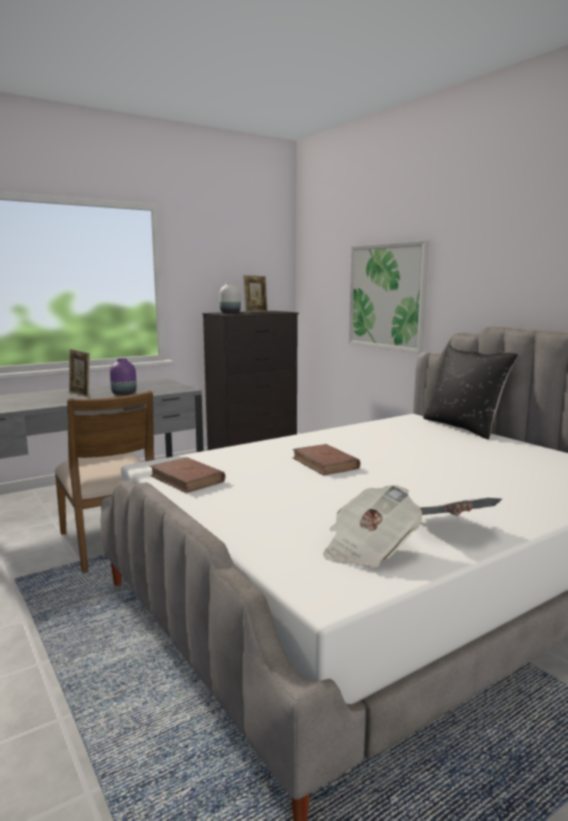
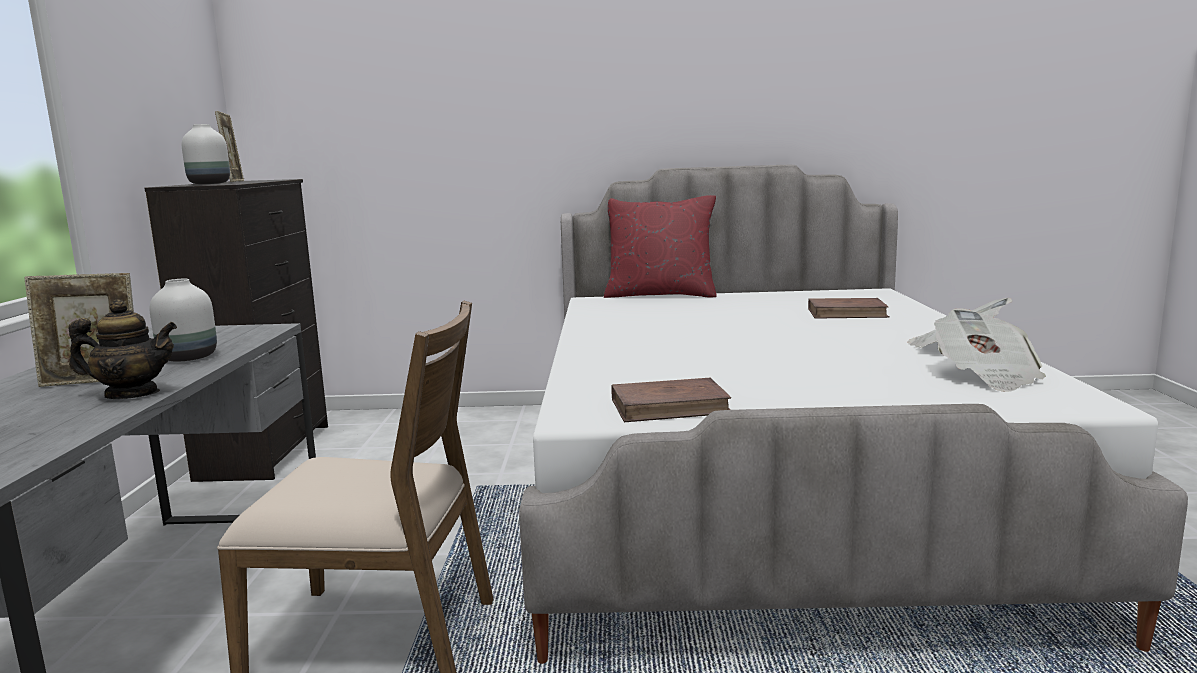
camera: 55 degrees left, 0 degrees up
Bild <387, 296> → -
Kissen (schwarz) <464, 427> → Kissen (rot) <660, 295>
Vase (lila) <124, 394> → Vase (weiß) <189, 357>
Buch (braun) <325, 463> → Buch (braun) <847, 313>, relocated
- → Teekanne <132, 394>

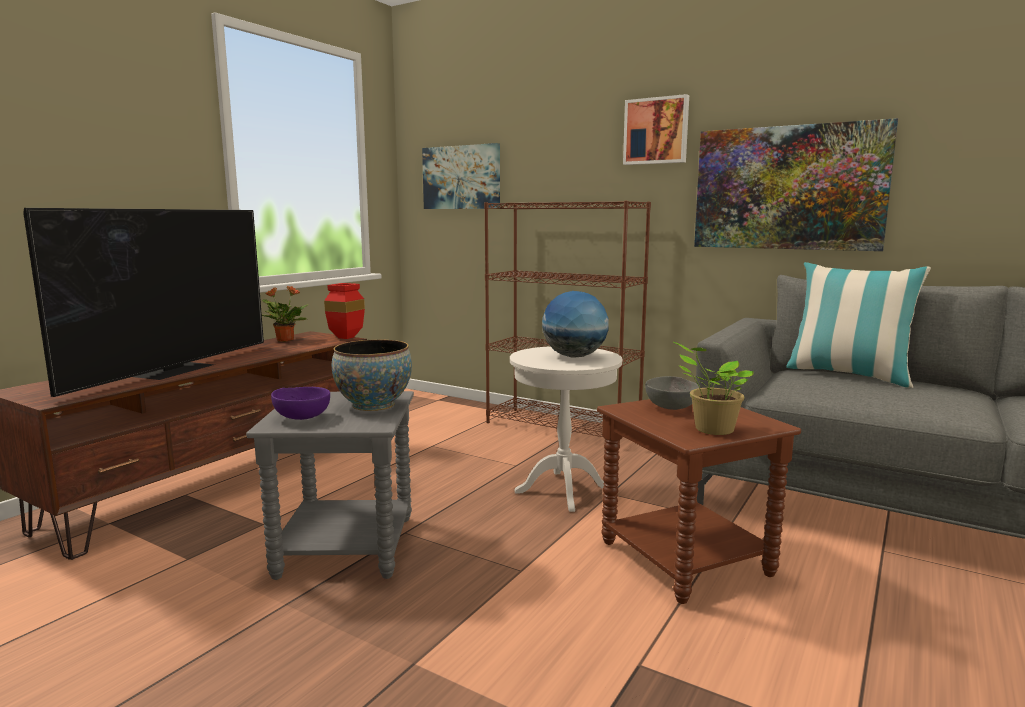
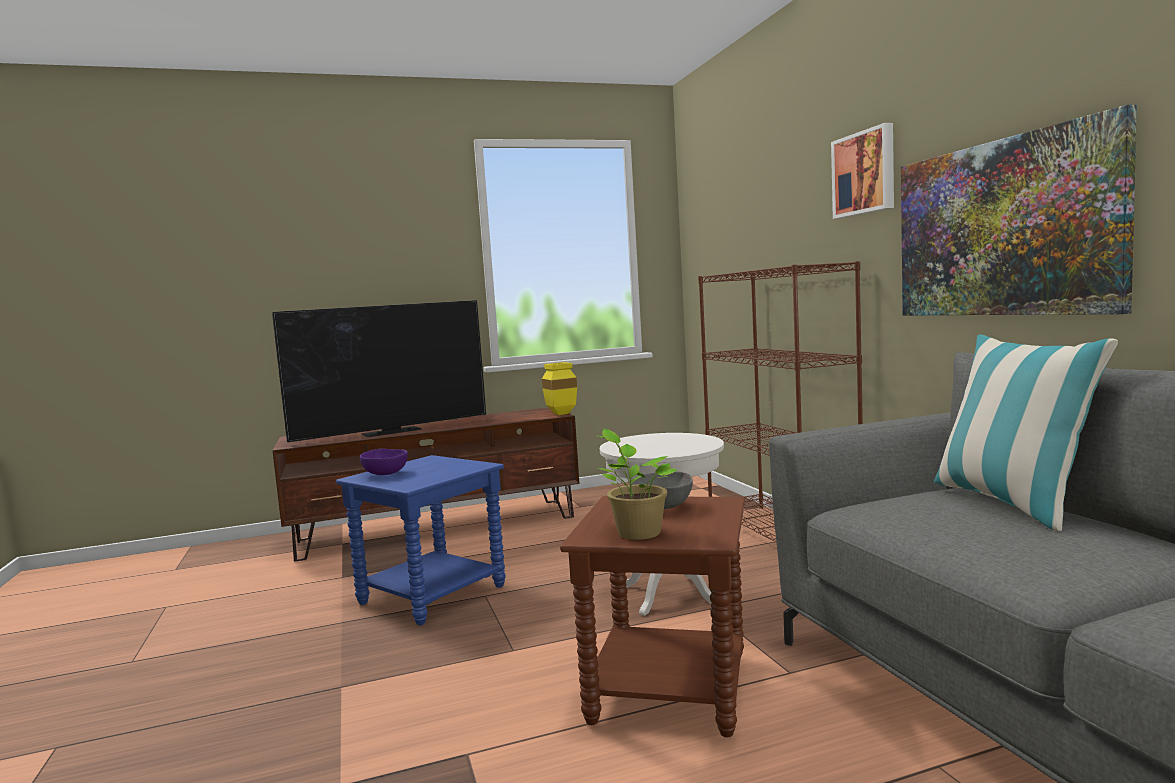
camera: 40 degrees right, 5 degrees down
Bild <461, 177> → -
Vase (rot) <346, 338> → Vase (gelb) <560, 414>
Topfpflanze <284, 340> → -
Globus <574, 356> → -
Schüssel <374, 405> → -
Beistelltisch (grau) <345, 547> → Beistelltisch (blau) <432, 594>

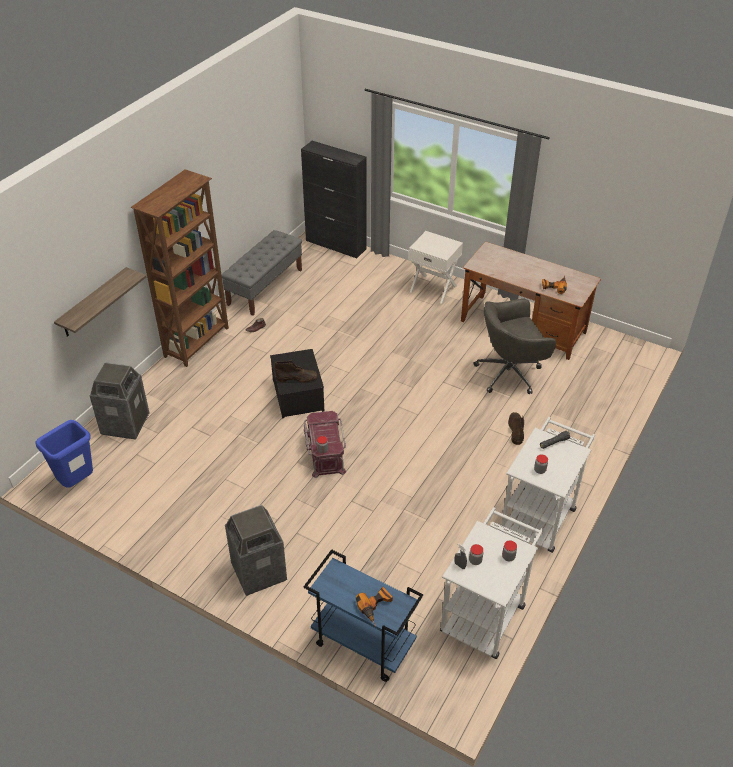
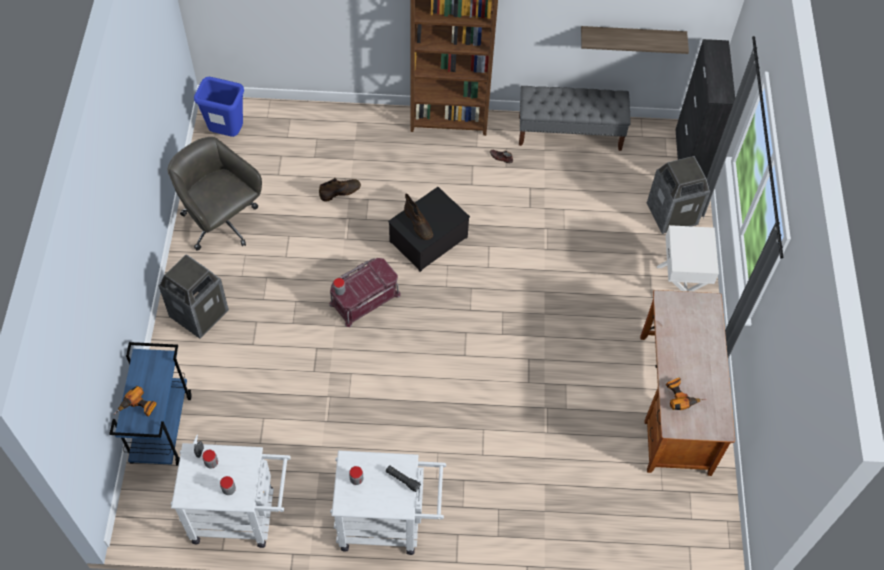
camera: 60 degrees right, 15 degrees up
Wandregal <93, 303> → Wandregal <632, 37>, relocated
Bürostuhl (grau) <510, 373> → Bürostuhl (grau) <222, 223>, relocated
Mülleimer <125, 424> → Mülleimer <672, 214>, relocated
Stiefel (braun) <515, 430> → Stiefel (braun) <340, 192>, relocated

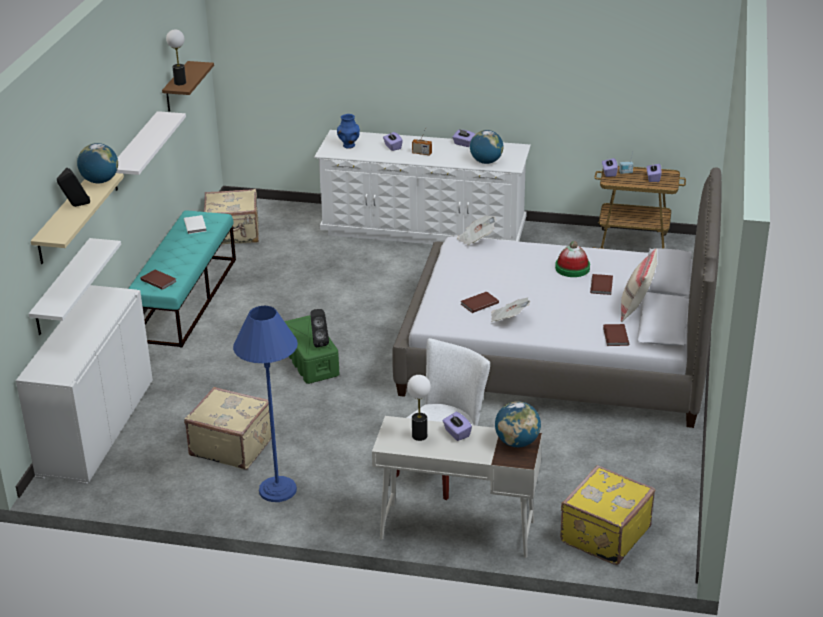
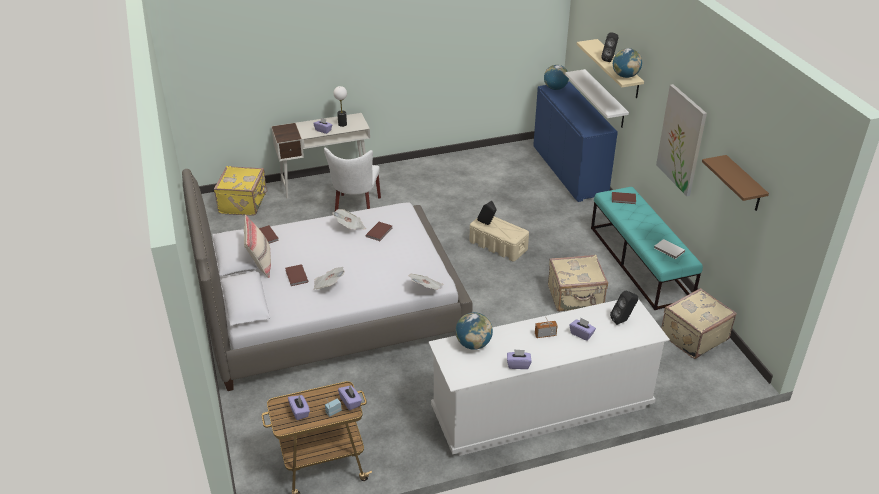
camera: 150 degrees right, 5 degrees up
Tischlampe <180, 83> → -
Wandregal (weiß) <135, 152> → Bild <681, 140>
Vase (blau) <349, 146> → Lautsprecher (schwarz) <623, 320>
Hut <572, 268> → Zeitung <328, 285>
Schrank (weiß) <96, 428> → Schrank (blau) <569, 171>
Stehlampe (blau) <277, 490> → -
Aufbewahrungsbox (grün) <310, 361> → Aufbewahrungsbox (beige) <498, 246>
Koffer (beige) <232, 446> → Koffer (beige) <575, 297>, relocated
Globus <517, 442> → Globus <555, 88>, relocated

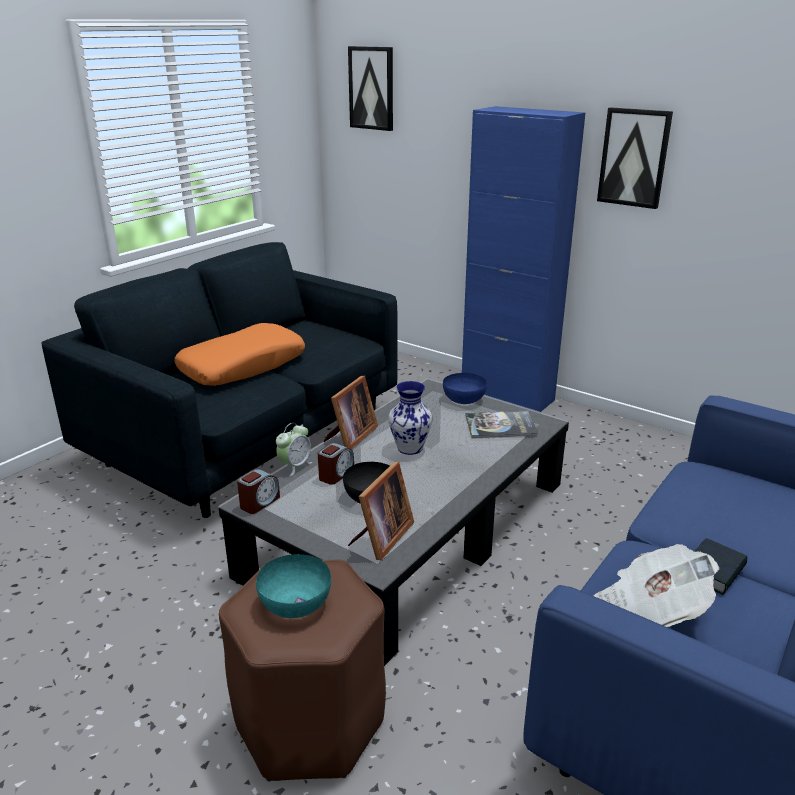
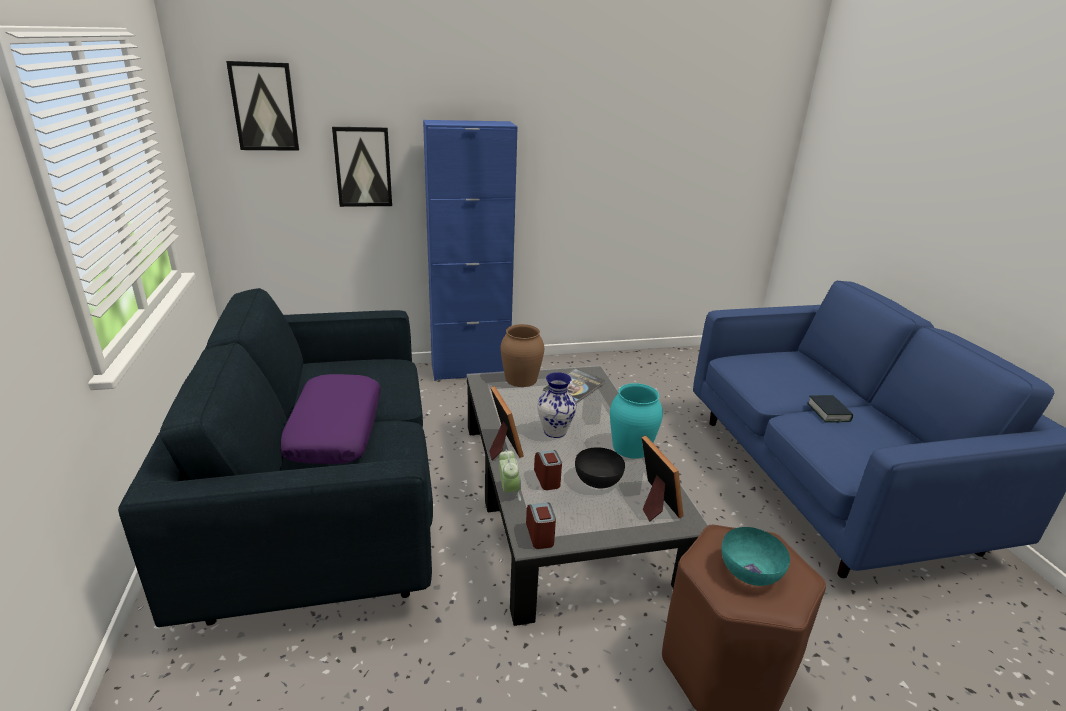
camera: 50 degrees left, 0 degrees up
Bild <634, 158> → Bild <363, 167>, relocated
Kissen (orange) <242, 366> → Kissen (lila) <334, 430>
Schüssel (blau) <463, 399> → Vase (braun) <521, 379>
Zeitung <648, 611> → -
- → Vase (türkis) <630, 447>

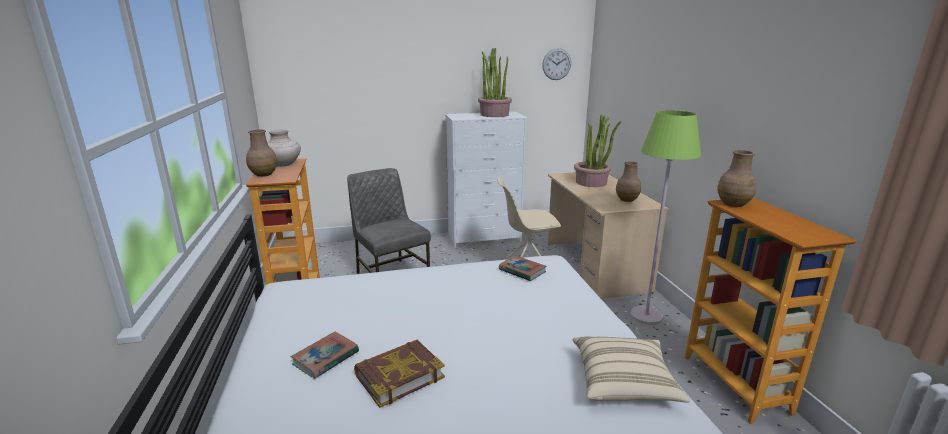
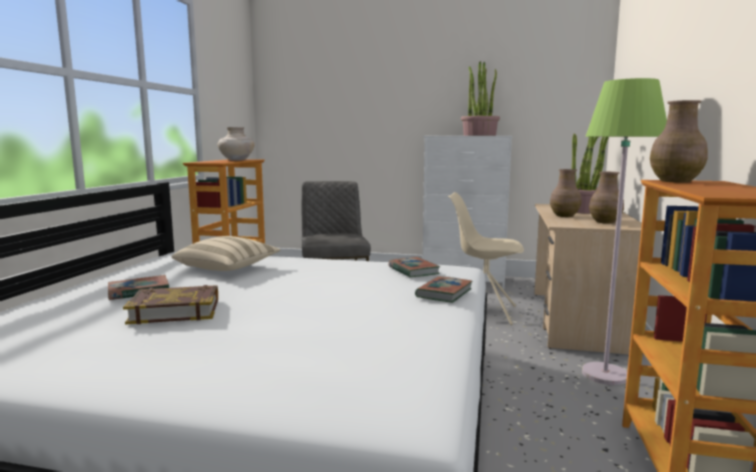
camera: 25 degrees right, 10 degrees down
Wanduhr <556, 64> → -
Vase (braun) <263, 174> → Vase (braun) <564, 216>, relocated
Kissen (beige) <623, 383> → Kissen (beige) <228, 268>, relocated
- → Buch <444, 293>

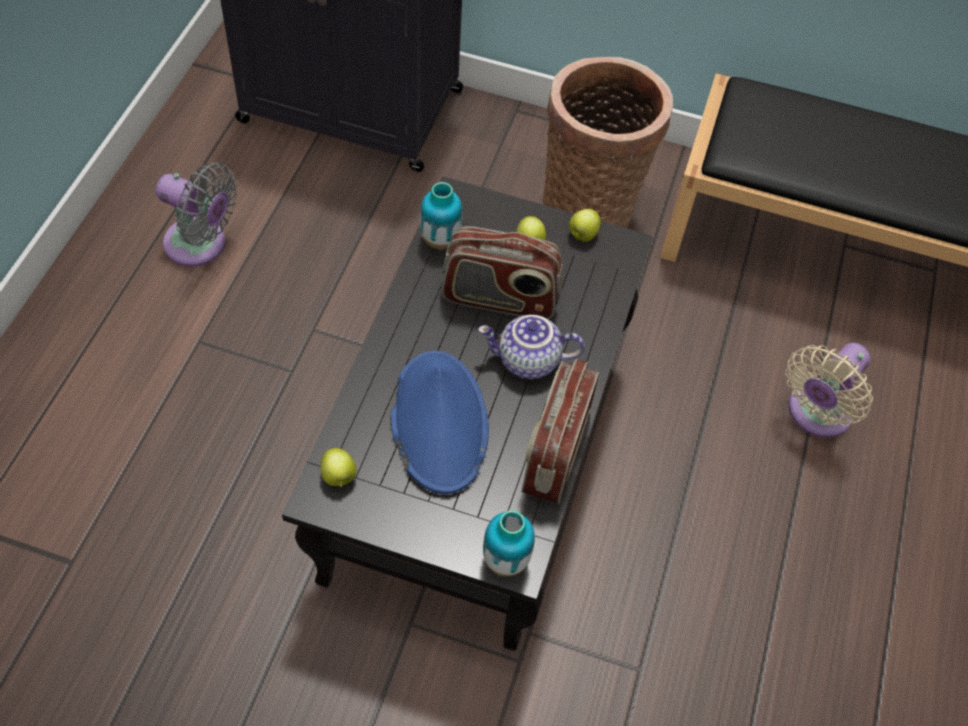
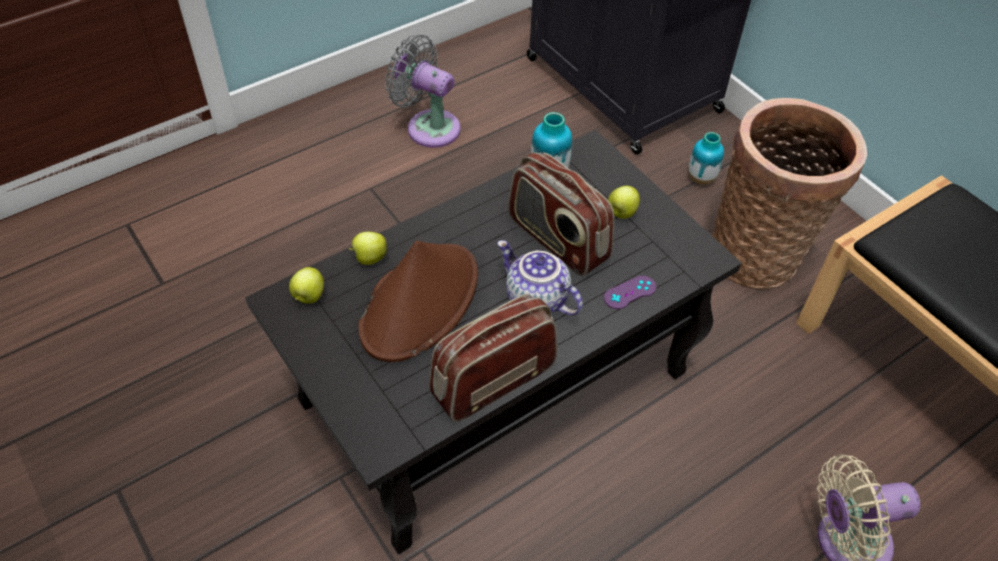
camera: 40 degrees right, 5 degrees down
Ventilator (grau) <201, 245> → Ventilator (grau) <428, 126>, 150 degrees clockwise
Apfel <582, 235> → Apfel <369, 258>, relocated
Hut (blau) <438, 422> → Hut (braun) <420, 302>
Vase <505, 560> → Vase <701, 178>, relocated
- → Gamepad (lila) <630, 292>

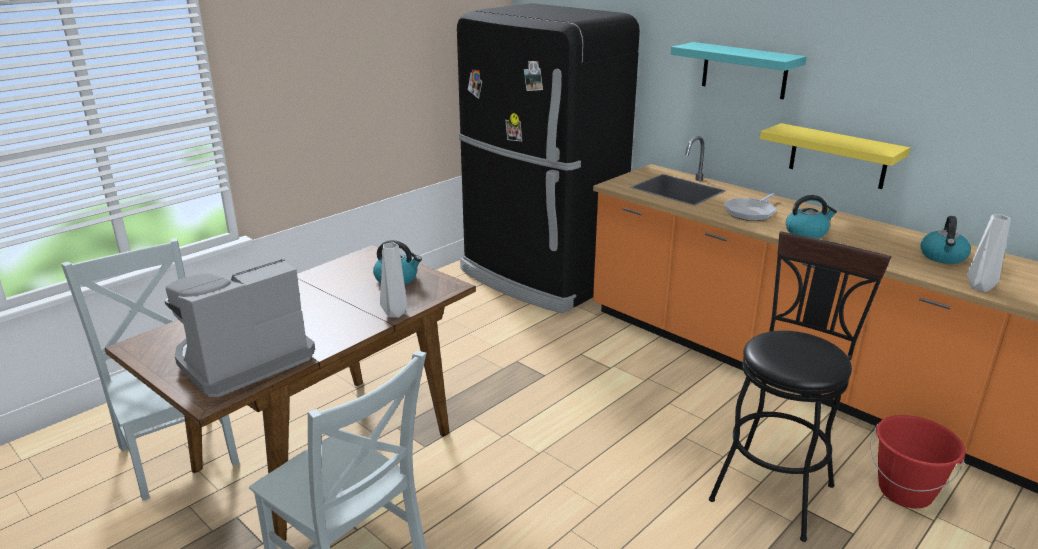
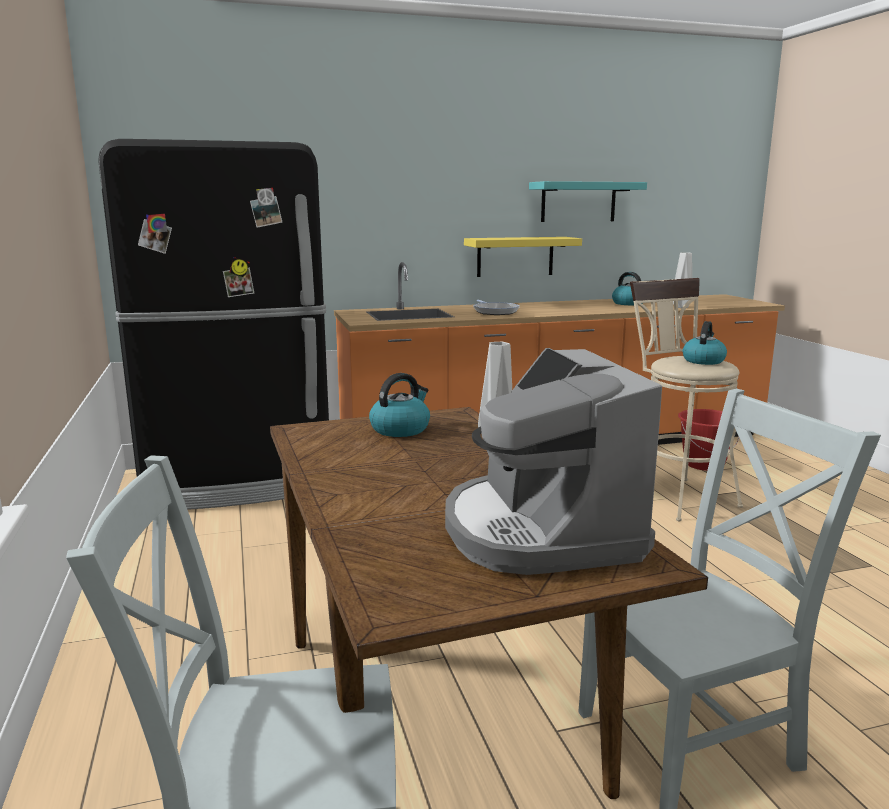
camera: 60 degrees left, 10 degrees down
Wandregal (türkis) <744, 70> → Wandregal (türkis) <578, 202>, relocated
Wasserkessel <806, 232> → Wasserkessel <703, 361>, relocated
Hocker (schwarz) <775, 486> → Hocker (beige) <675, 495>

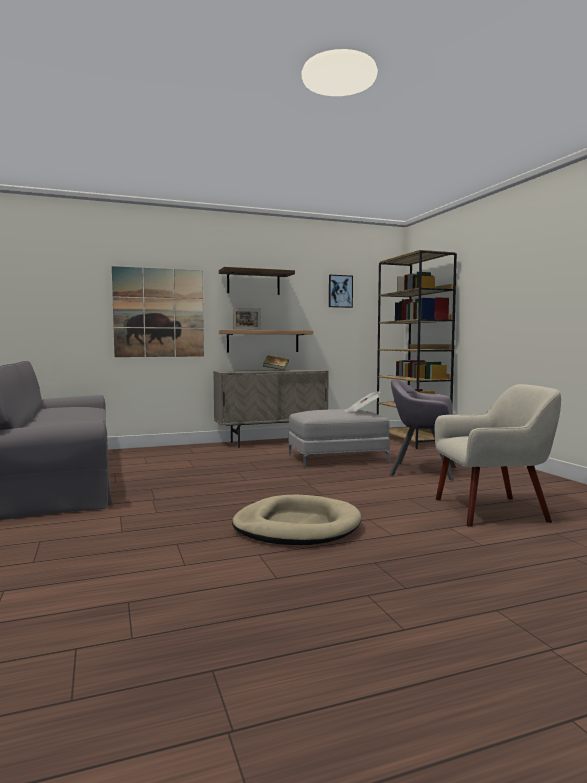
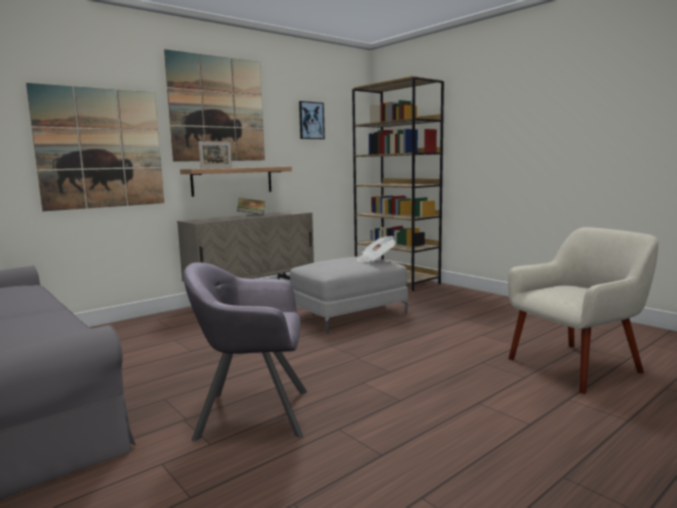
camera: 20 degrees left, 5 degrees up
Wandregal <253, 282> → Bild <217, 109>
Sessel (grau) <422, 471> → Sessel (grau) <253, 413>, relocated
Hundebett (beige) <296, 526> → -

